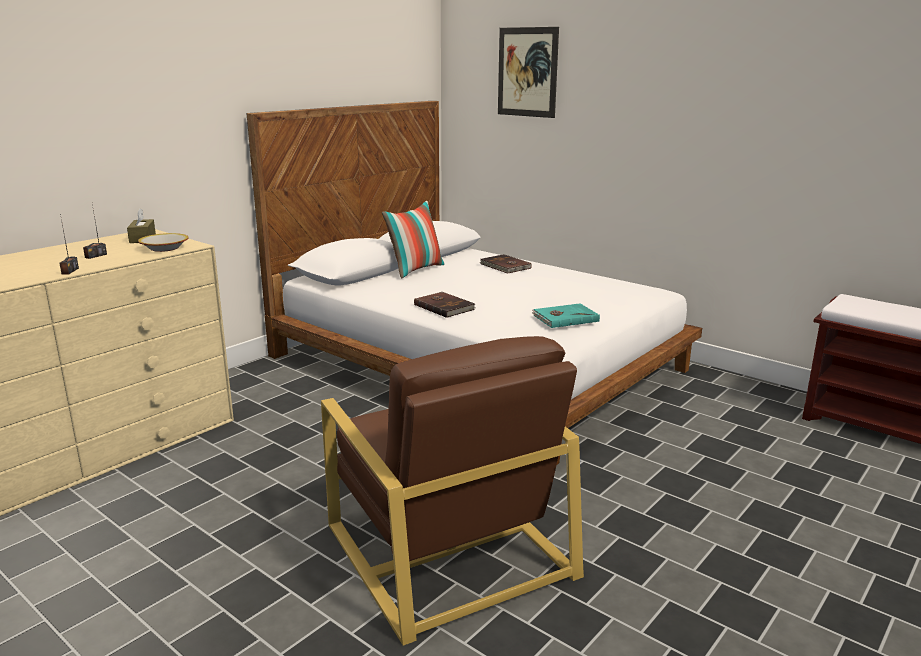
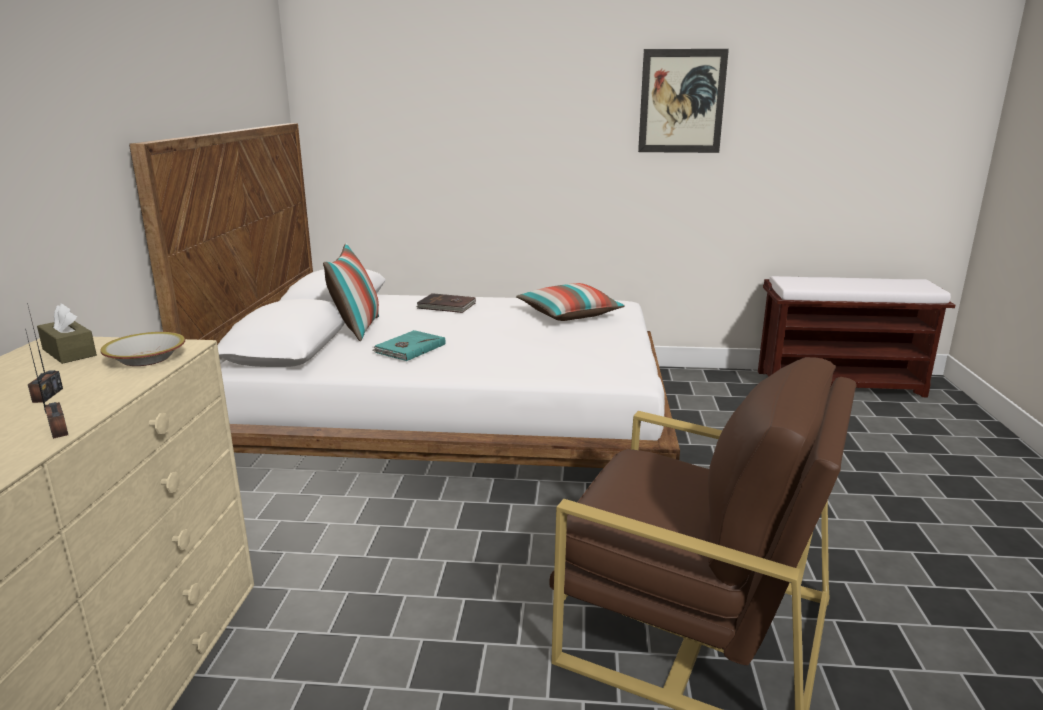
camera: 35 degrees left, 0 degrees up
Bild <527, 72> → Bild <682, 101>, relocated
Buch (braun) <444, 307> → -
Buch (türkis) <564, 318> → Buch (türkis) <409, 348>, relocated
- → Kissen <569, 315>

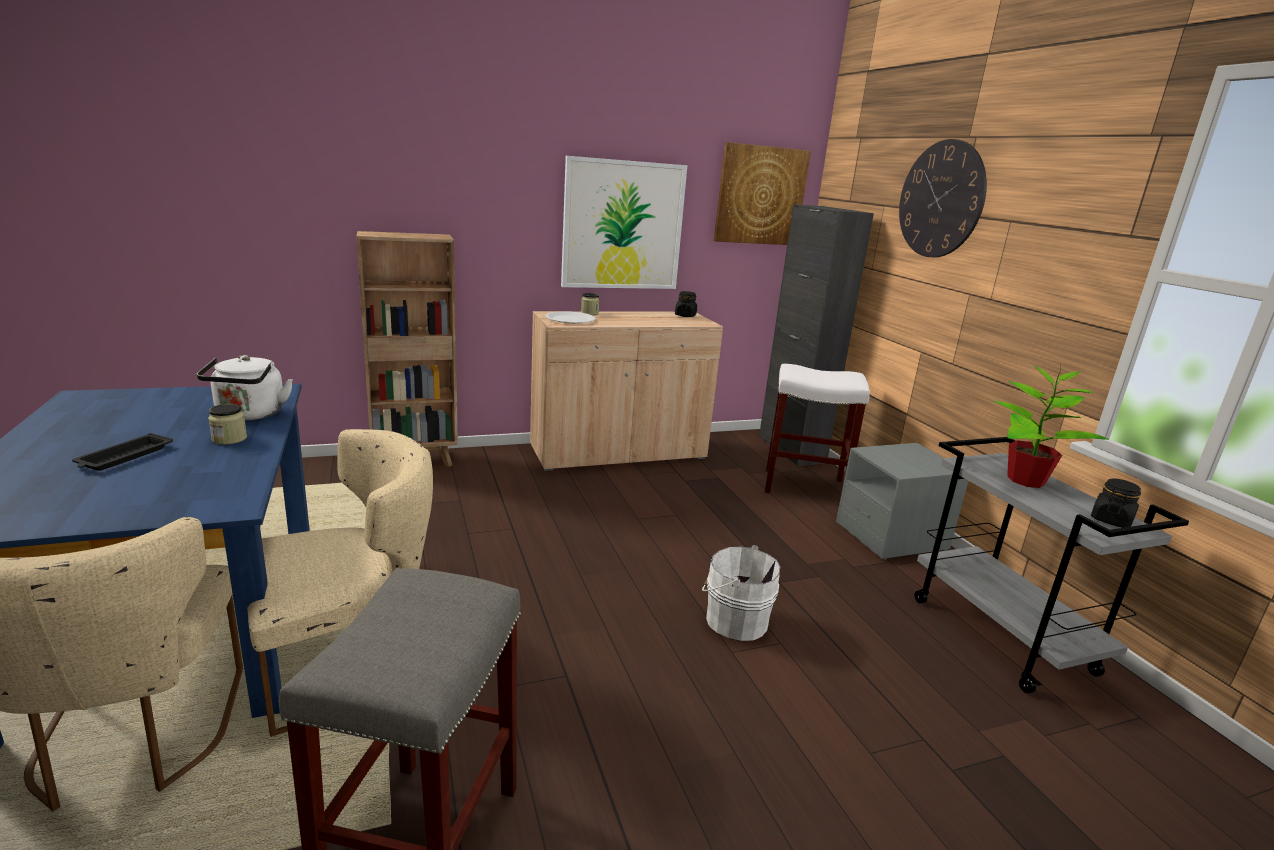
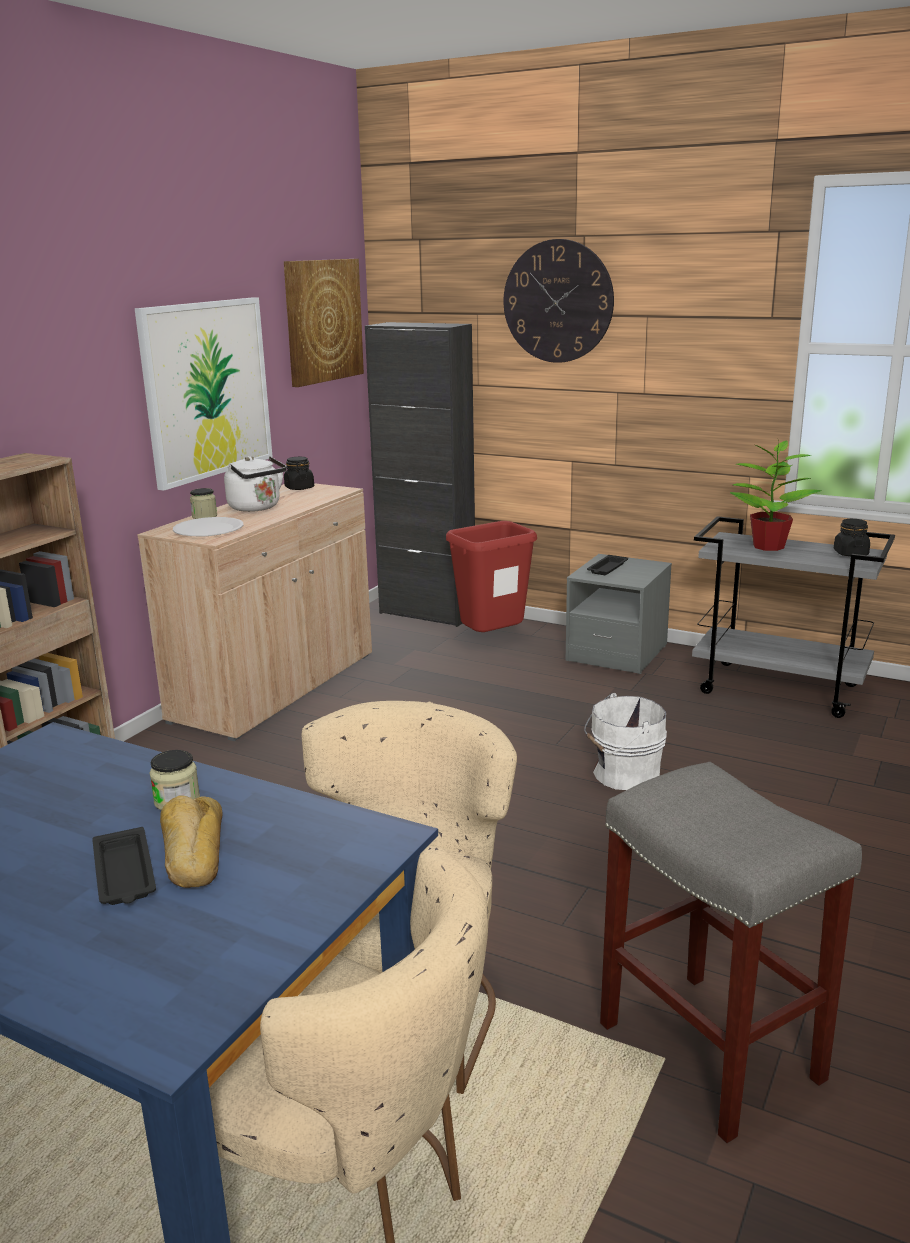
camera: 40 degrees left, 0 degrees up
Wasserkessel (weiß) <249, 415> → Wasserkessel (weiß) <257, 508>, relocated
Hocker (weiß) <805, 486> → Mülleimer (rot) <492, 641>
- → Tablett (schwarz) <607, 568>
- → Brot <192, 852>

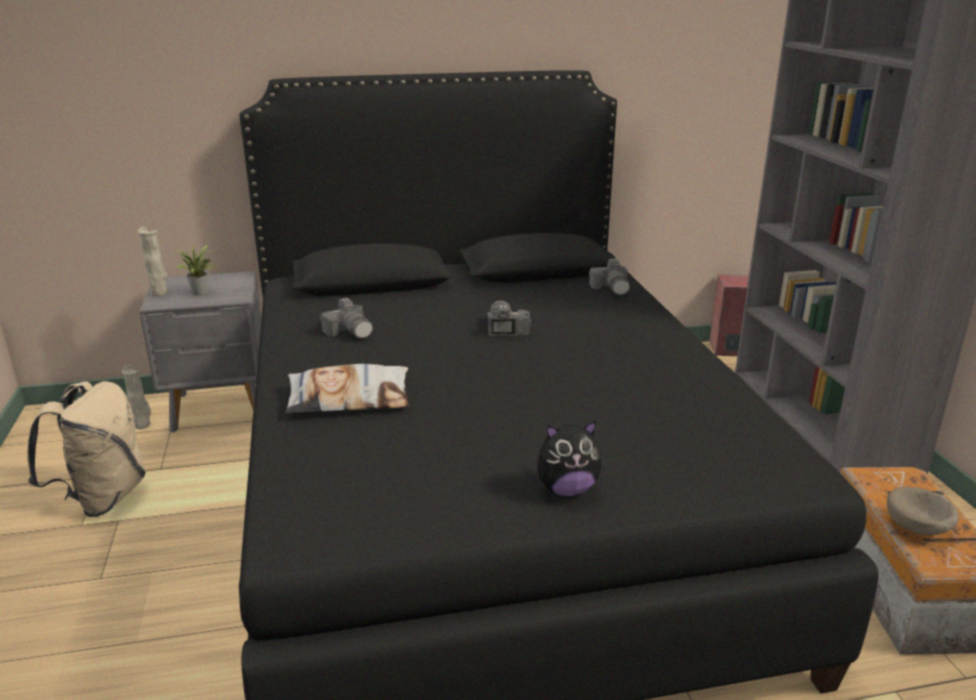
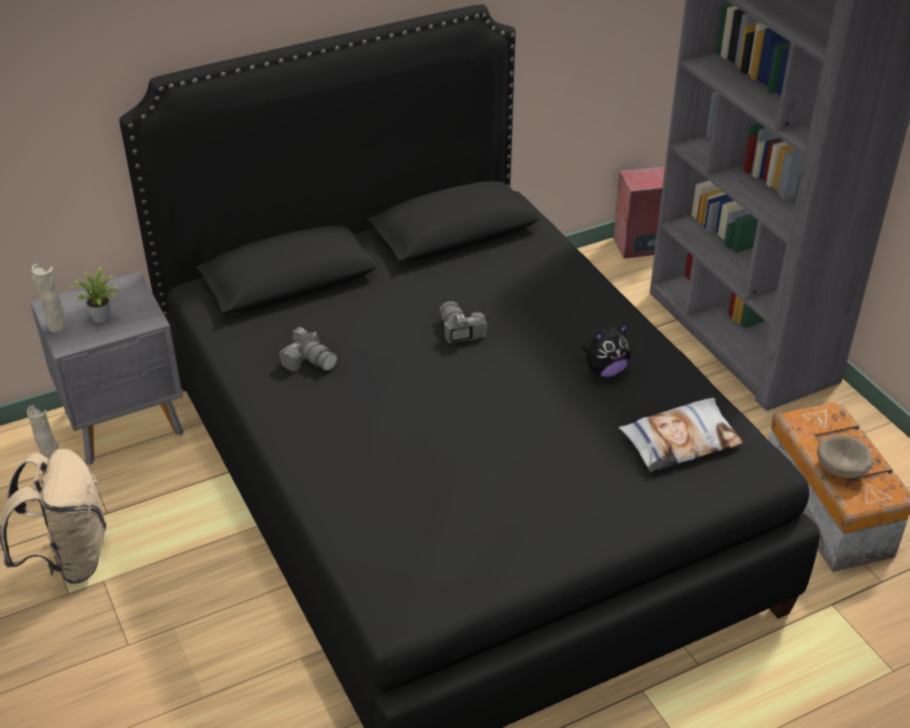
camera: 15 degrees left, 15 degrees up
Kamera <612, 288> → -
Kissen <349, 399> → Kissen <680, 441>, relocated
Plüschtier <566, 489> → Plüschtier <605, 370>, relocated

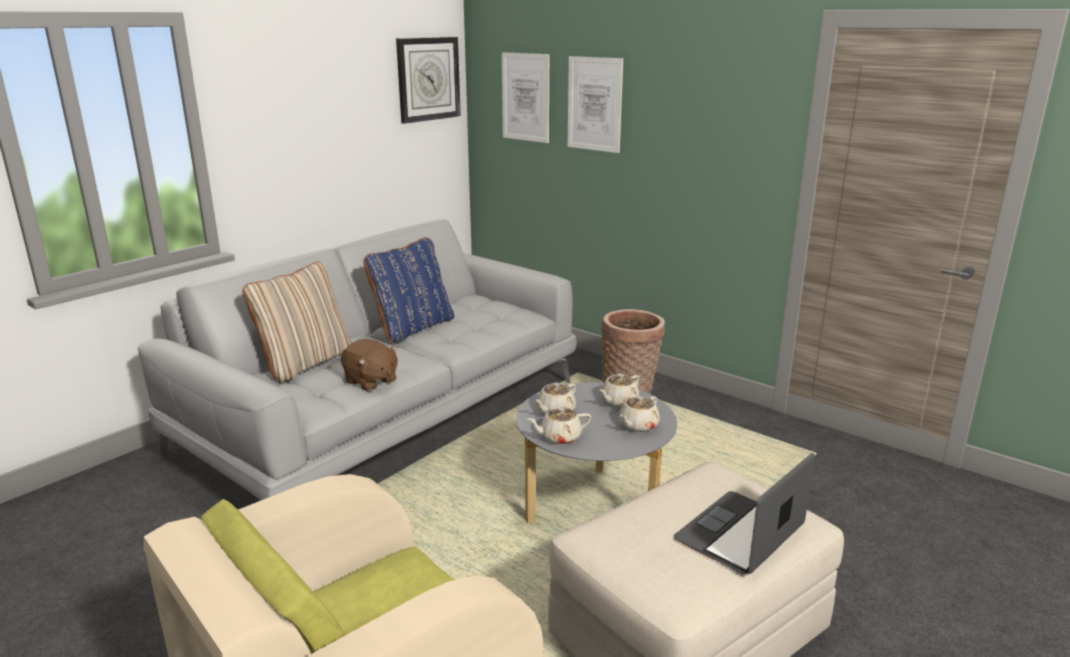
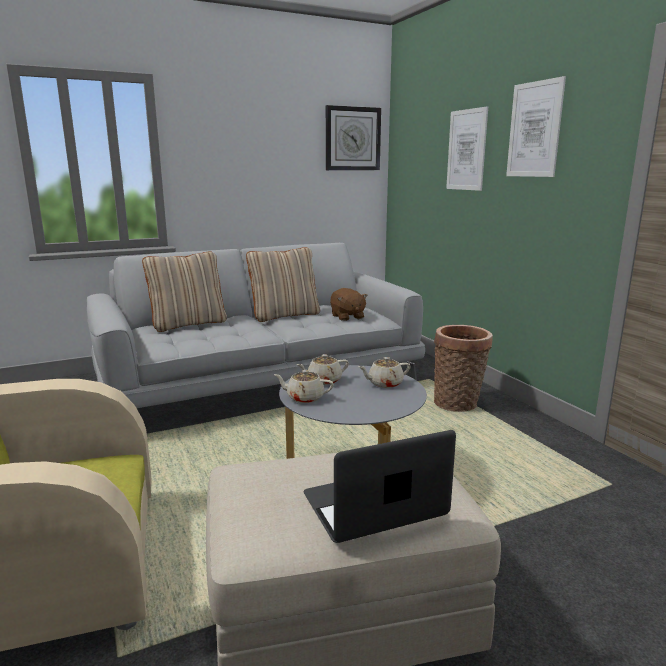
camera: 25 degrees right, 5 degrees down
Bild <525, 97> → Bild <534, 129>, relocated
Kissen (blau) <413, 328> → Kissen (beige) <285, 315>
Plüschtier (braun) <371, 381> → Plüschtier (braun) <347, 317>, relocated
Teekanne (beige) <637, 426> → -

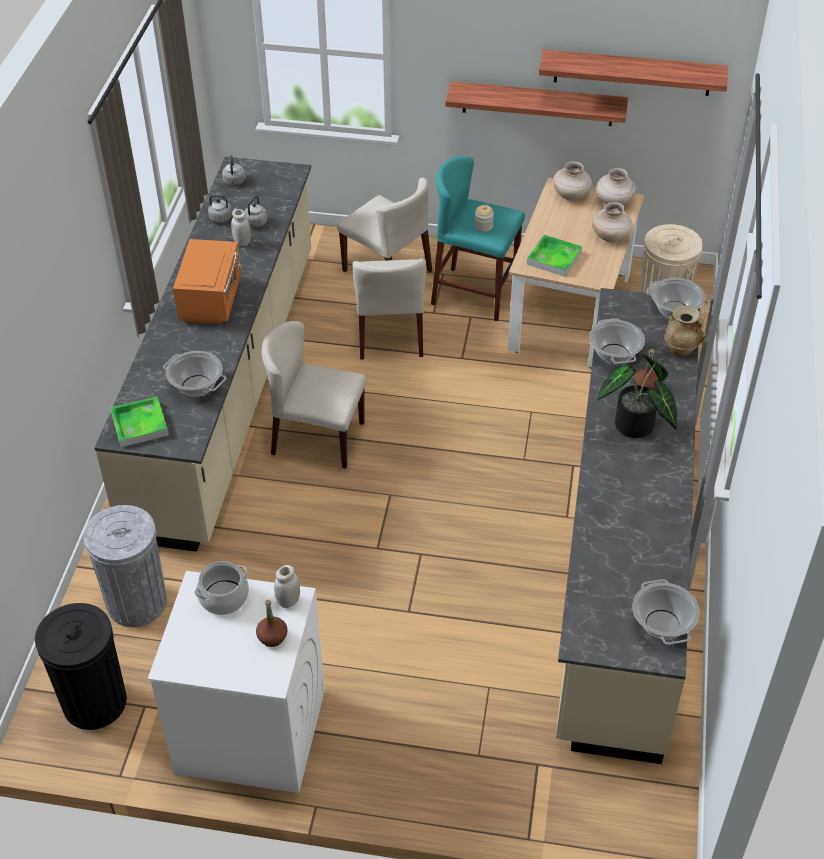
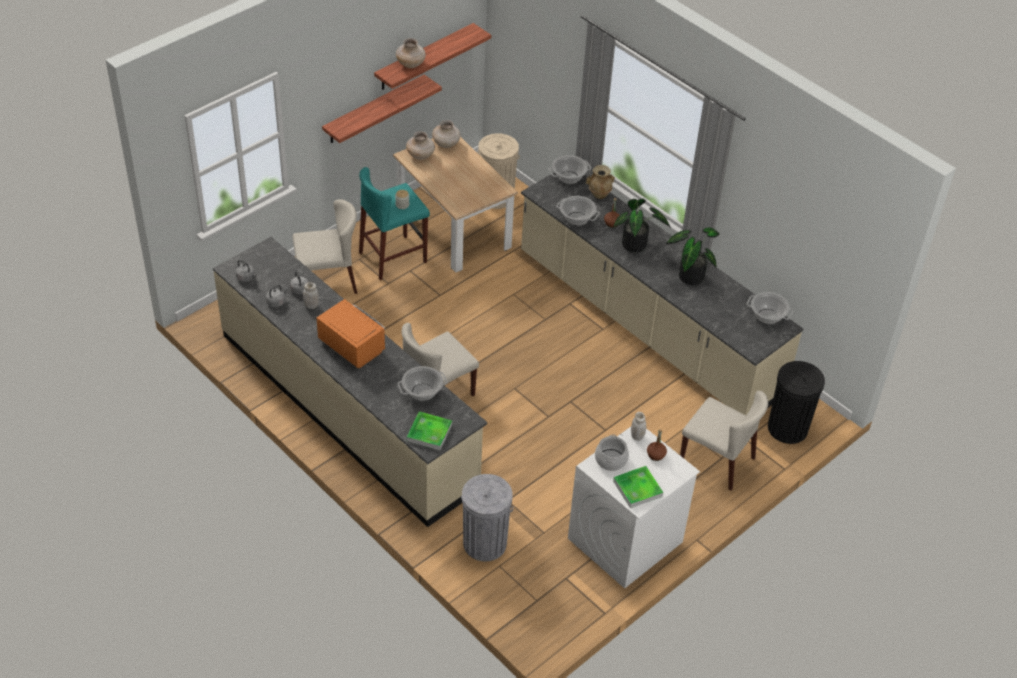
camera: 55 degrees left, 0 degrees up
Vase (beige) <610, 237> → Vase (beige) <411, 64>, relocated
Tablett <554, 258> → Tablett <637, 489>, relocated
Stuhl (beige) <390, 334> → Stuhl (beige) <717, 460>, relocated
Mülleimer (schwarz) <94, 702> → Mülleimer (schwarz) <787, 428>, relocated
- → Topfpflanze <690, 274>

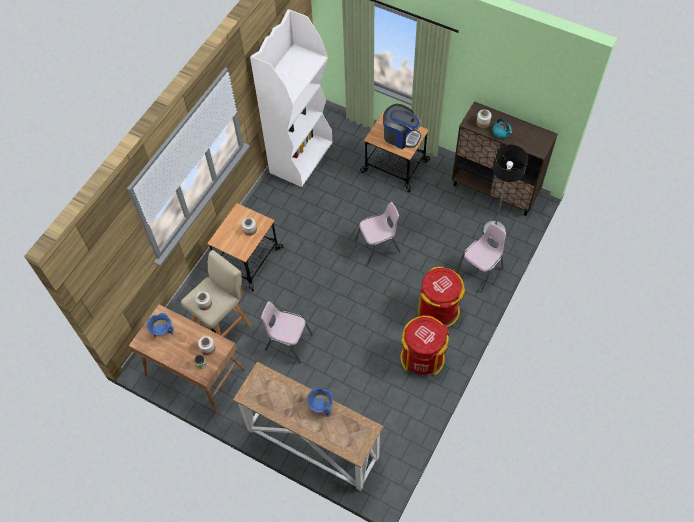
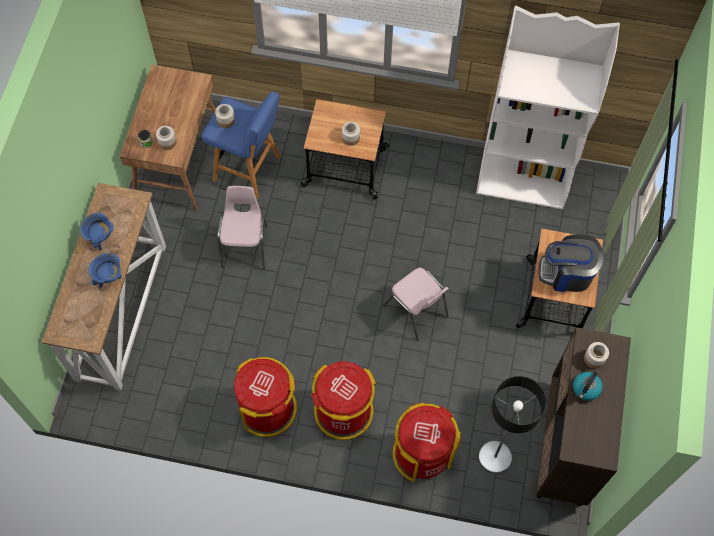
camera: 70 degrees right, 5 degrees up
Kaffeemaschine <400, 136> → Kaffeemaschine <567, 273>, 90 degrees clockwise
Stuhl (rosa) <480, 271> → Mülleimer (rot) <422, 453>
Hocker (beige) <223, 325> → Hocker (blau) <249, 169>
Kochtopf (blau) <162, 331> → Kochtopf (blau) <100, 237>, relocated

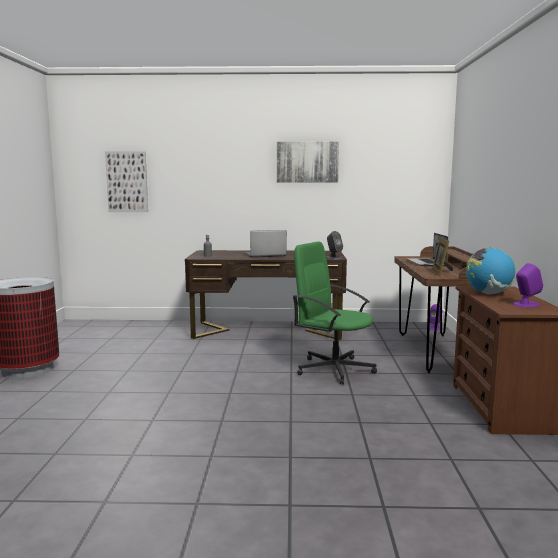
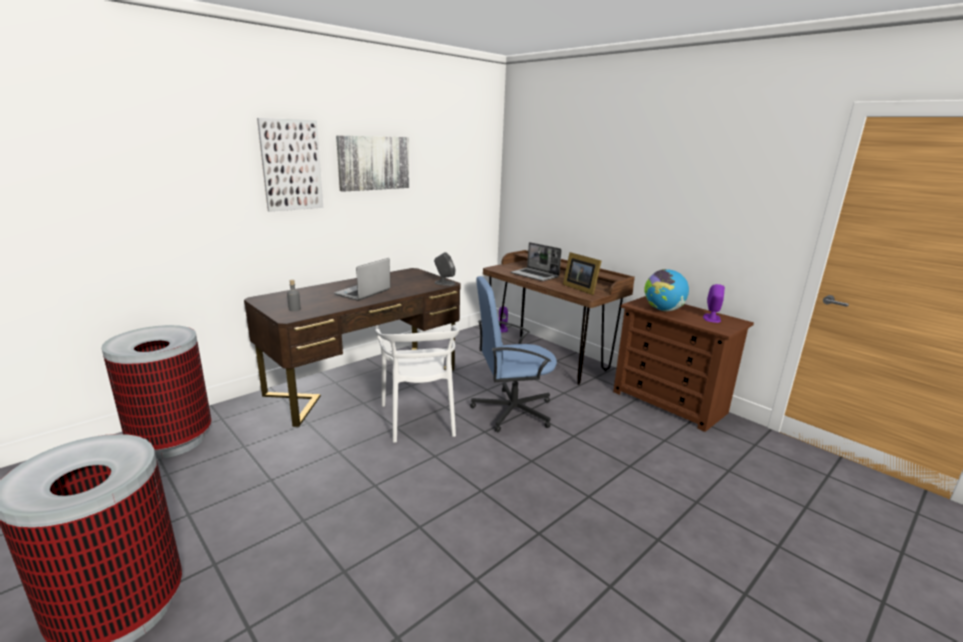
camera: 45 degrees left, 10 degrees up
Bild <127, 182> → Bild <291, 165>, relocated
Bürostuhl (grün) <334, 369> → Bürostuhl (blau) <511, 411>
- → Mülleimer <171, 441>
- → Stuhl (weiß) <420, 419>

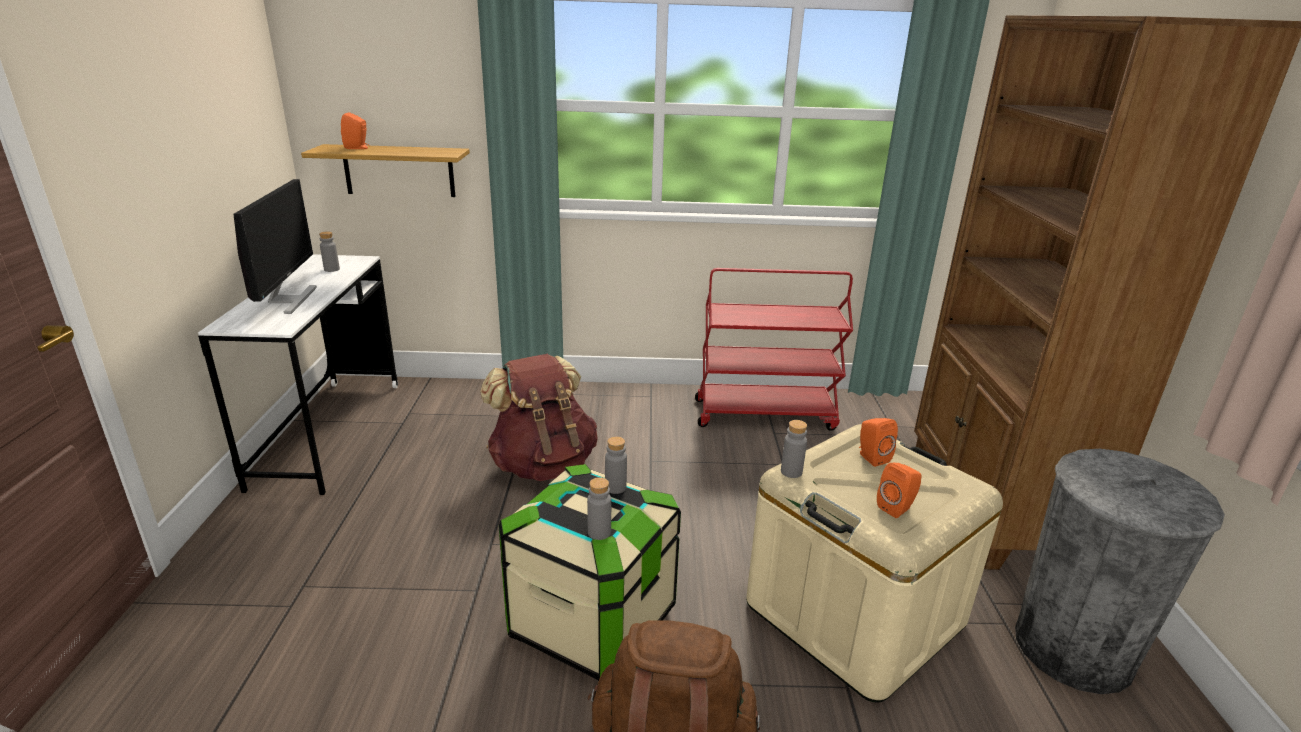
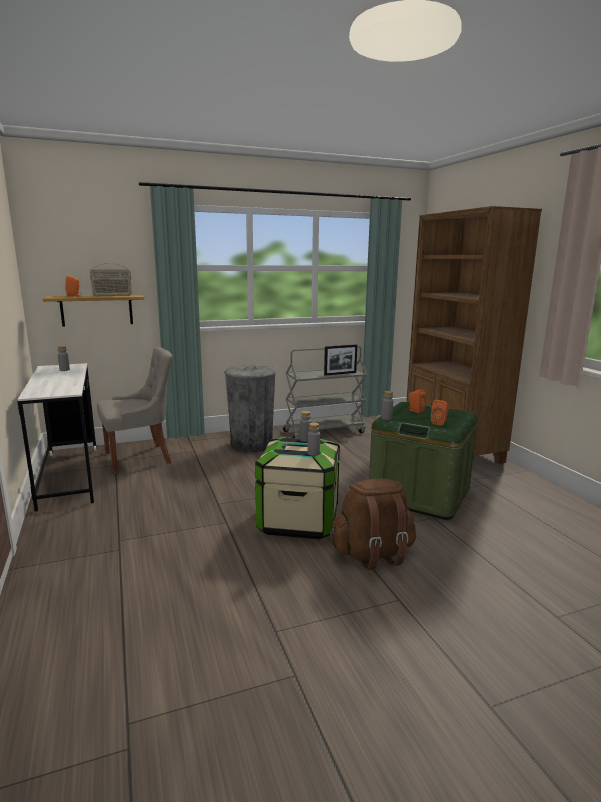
camera: 20 degrees left, 10 degrees down
Monitor <288, 300> → -
Rollwagen (rot) <765, 414> → Rollwagen (grau) <324, 431>
Rucksack (braun) <543, 464> → -
Aufbewahrungsbox (beige) <854, 613> → Aufbewahrungsbox (grün) <419, 494>
Mülleimer (grau) <1073, 649> → Mülleimer (grau) <251, 444>, relocated
- → Radio <112, 295>
- → Bilderrahmen <340, 373>
- → Stuhl (grau) <140, 458>

